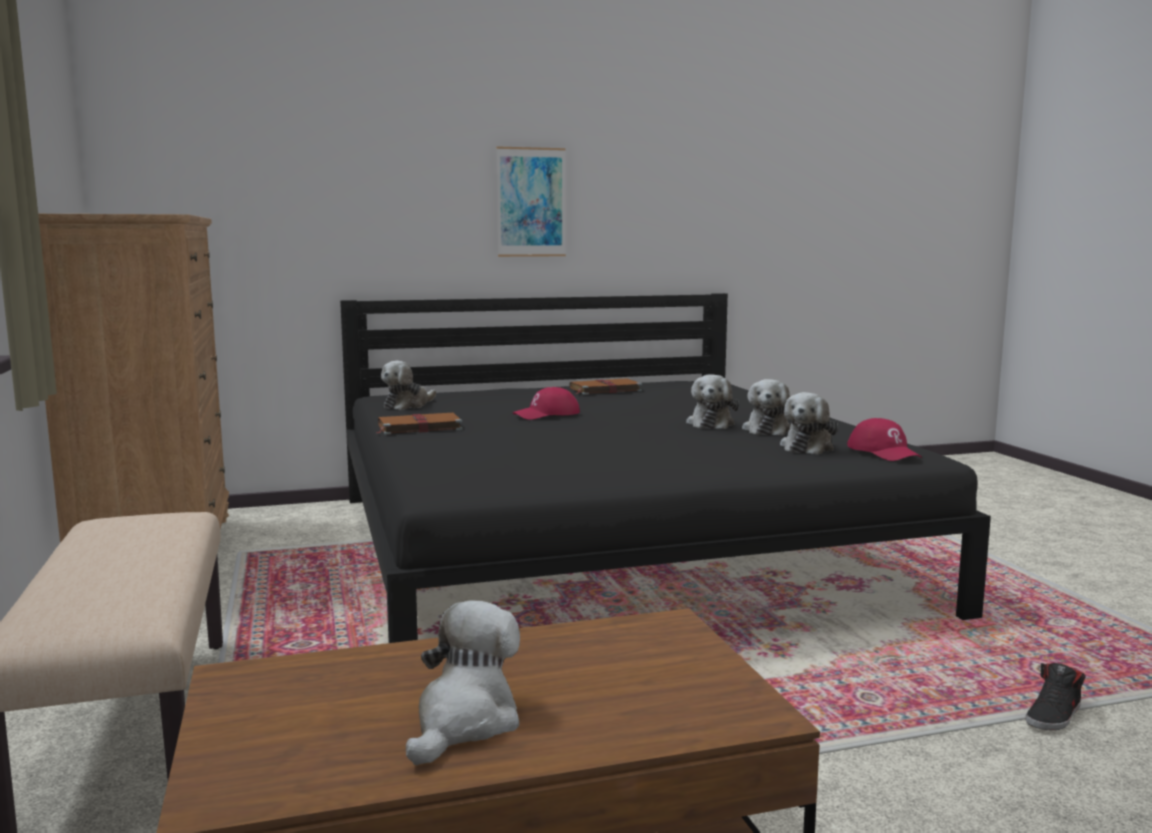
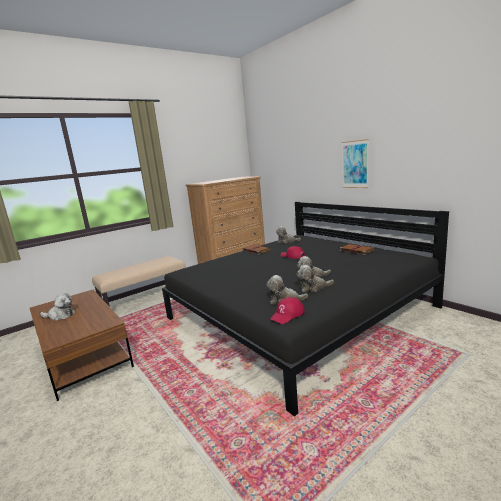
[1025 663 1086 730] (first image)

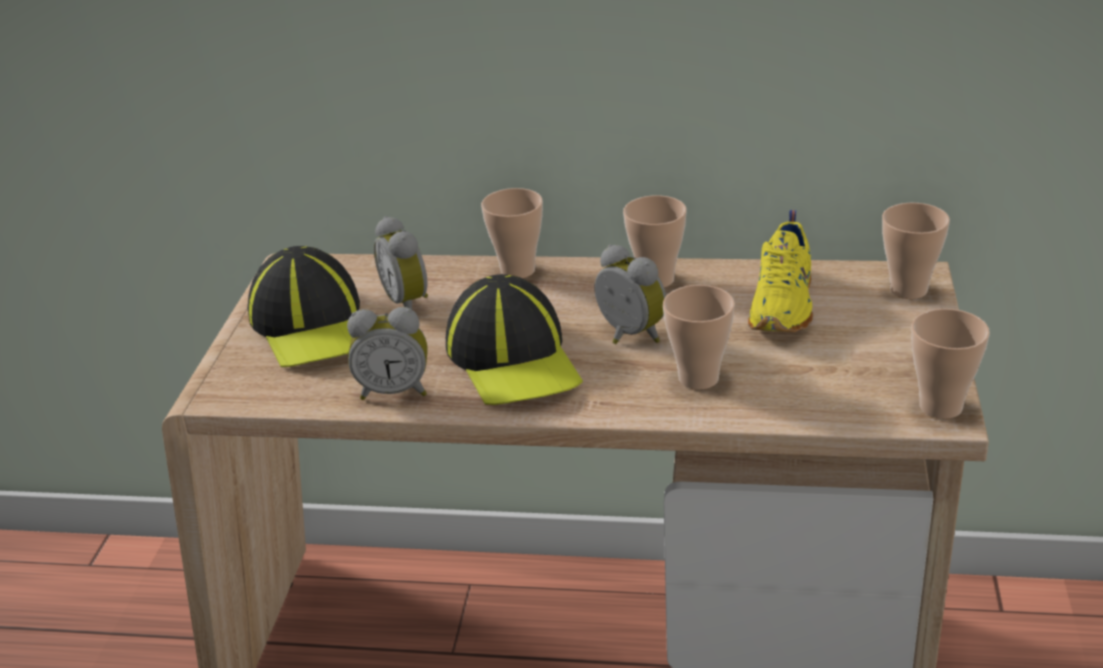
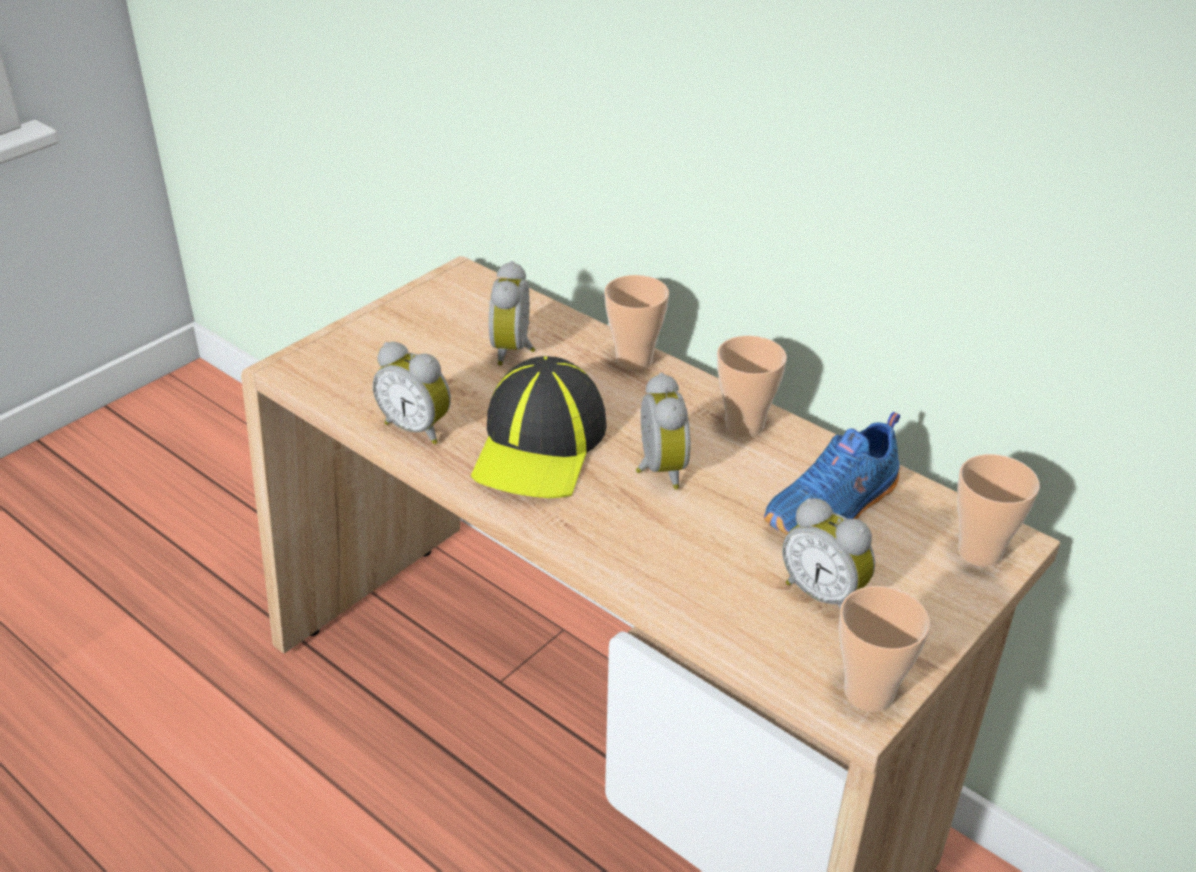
[764 412 900 535]
[782 498 875 609]
[248 246 360 367] (first image)
[663 285 735 390] (first image)

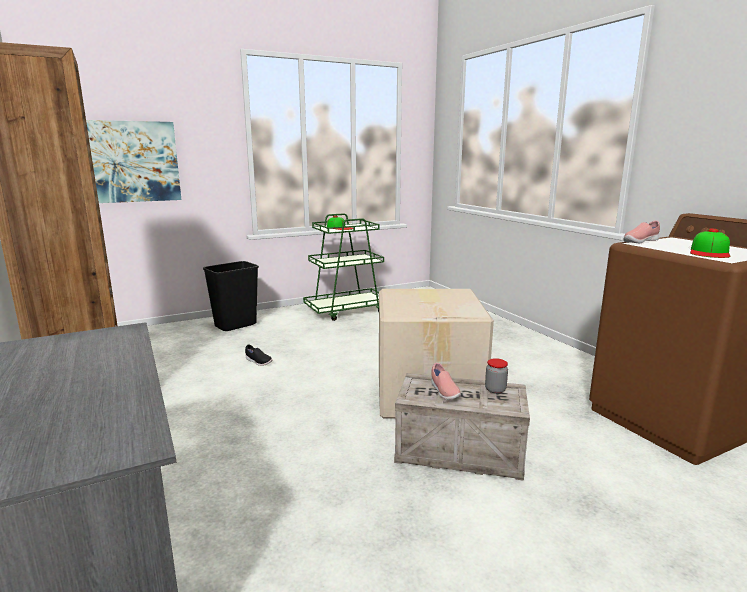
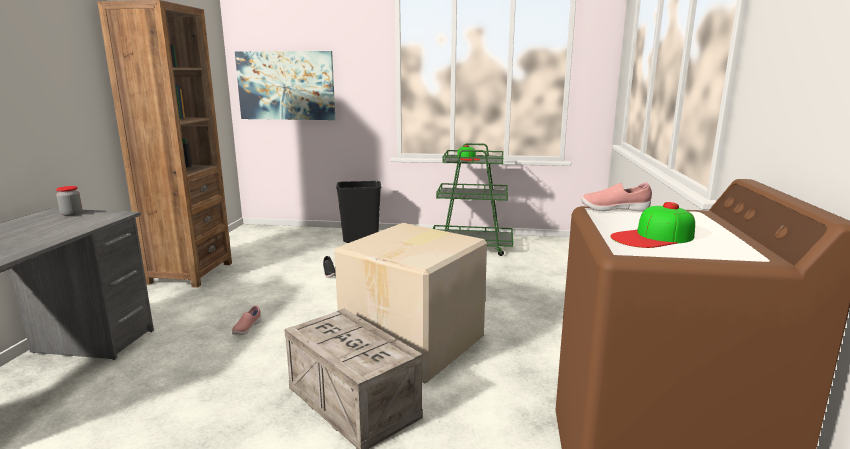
[56 186 82 216]
[232 305 262 335]

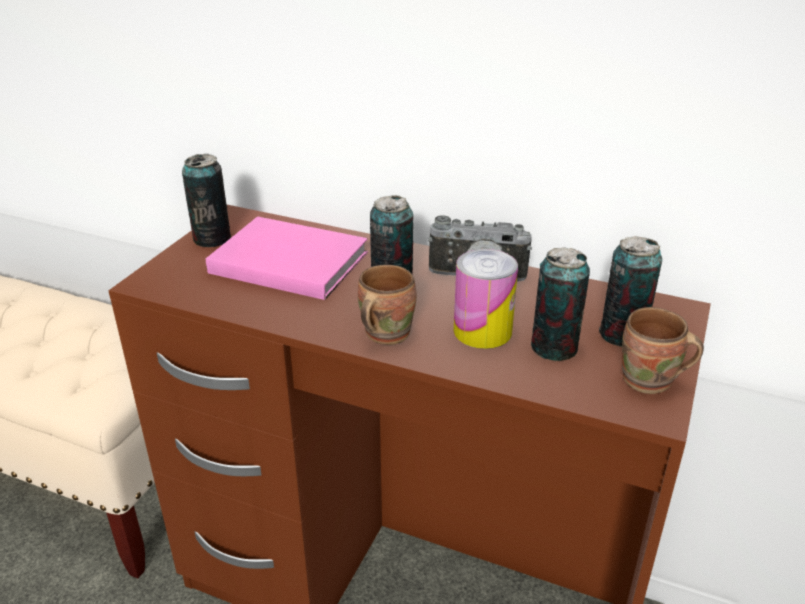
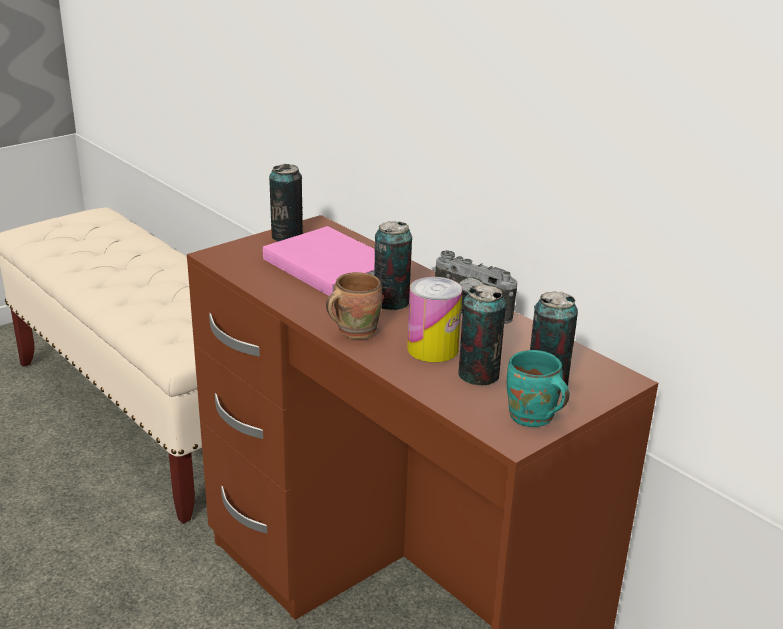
[507 350 570 427]

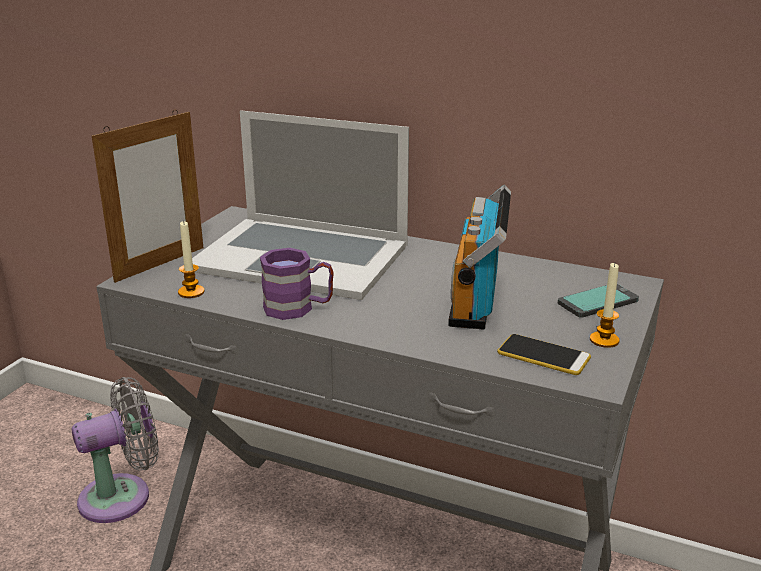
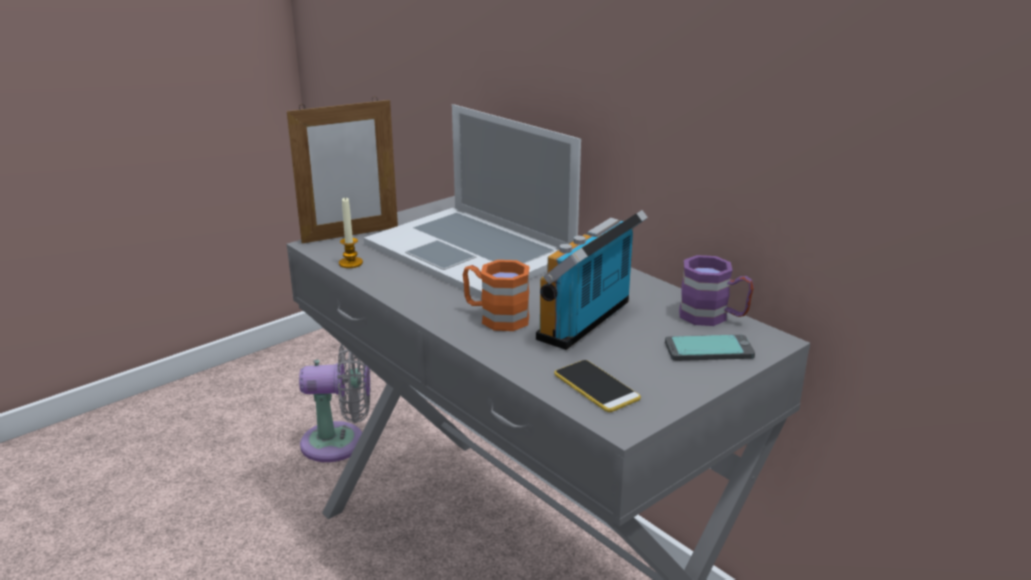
[463 260 530 331]
[679 255 754 326]
[590 263 620 348] (first image)

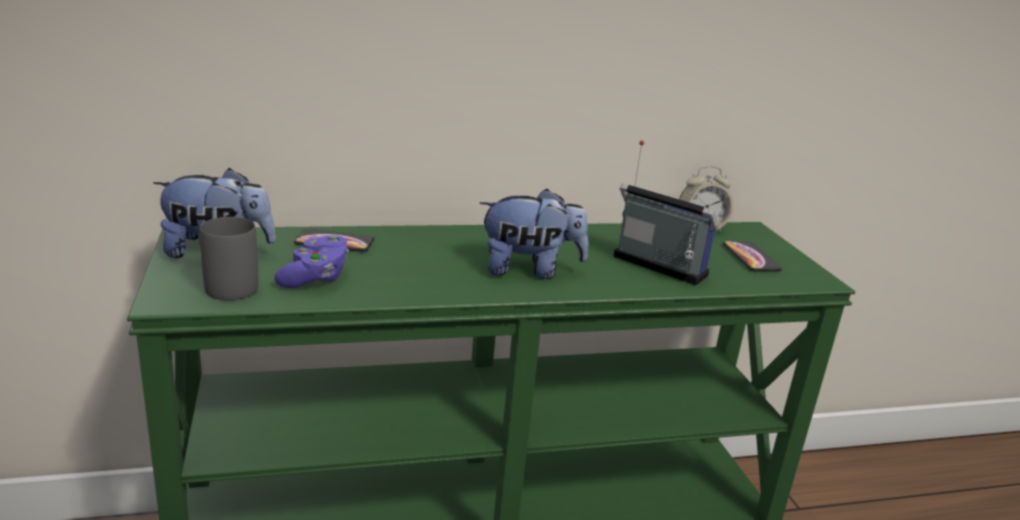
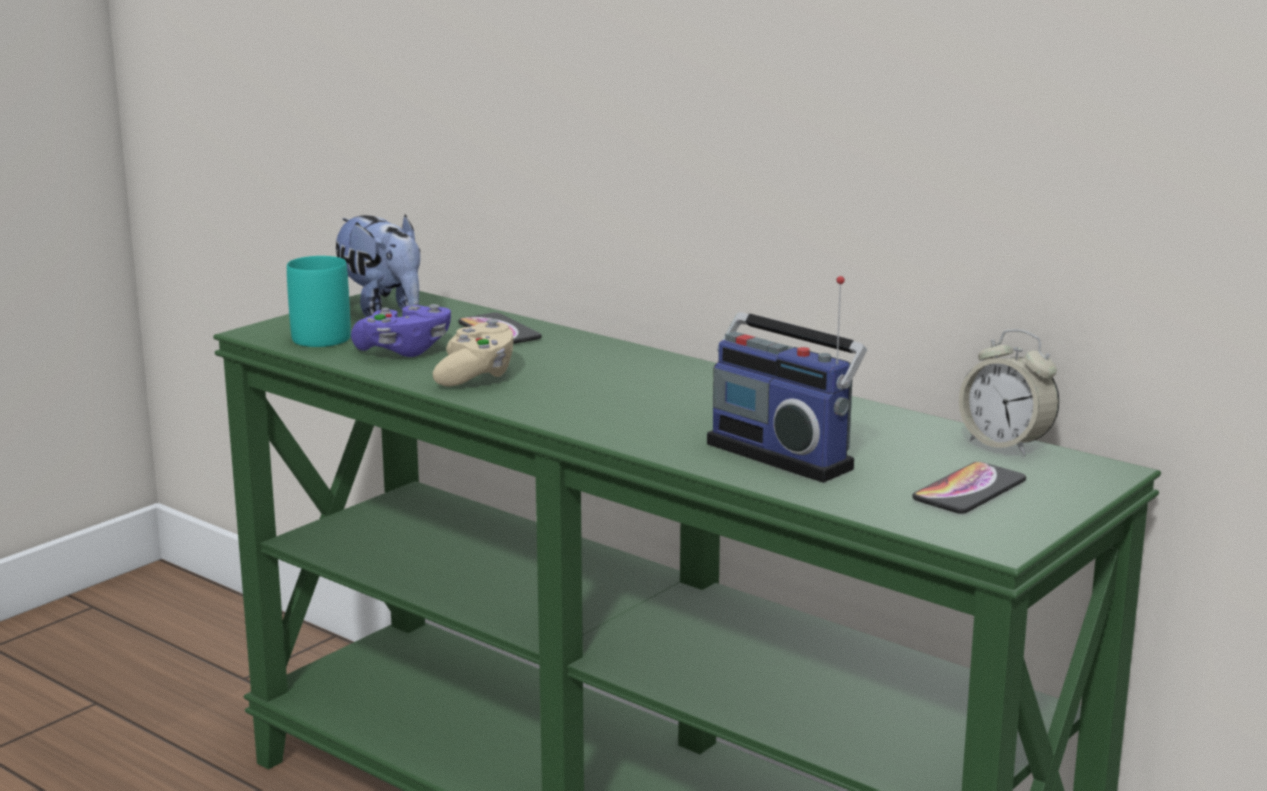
[287 256 351 347]
[433 319 514 386]
[707 276 867 483]
[480 188 589 279] (first image)

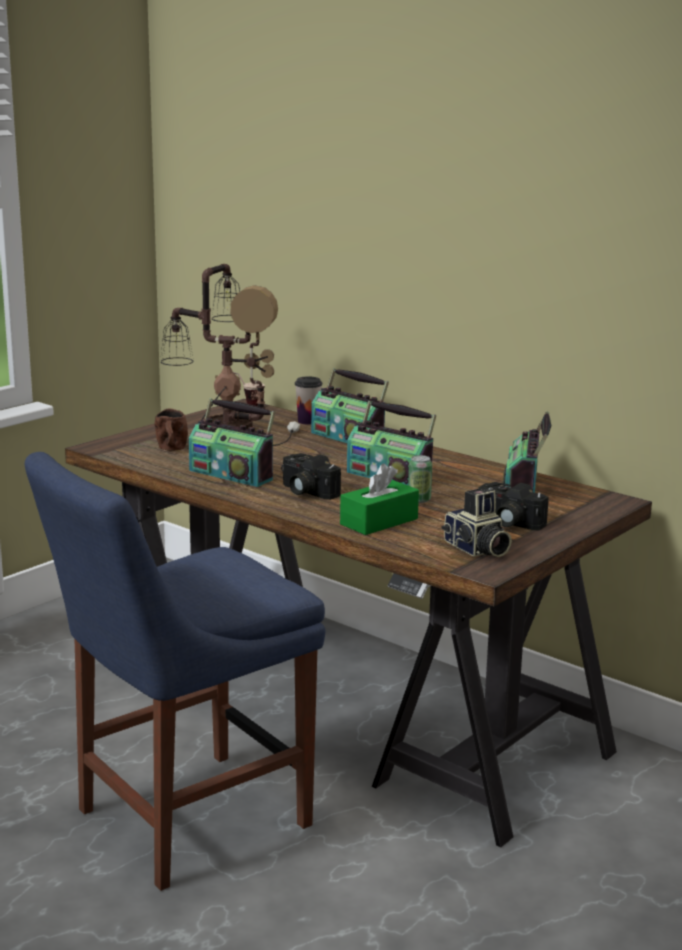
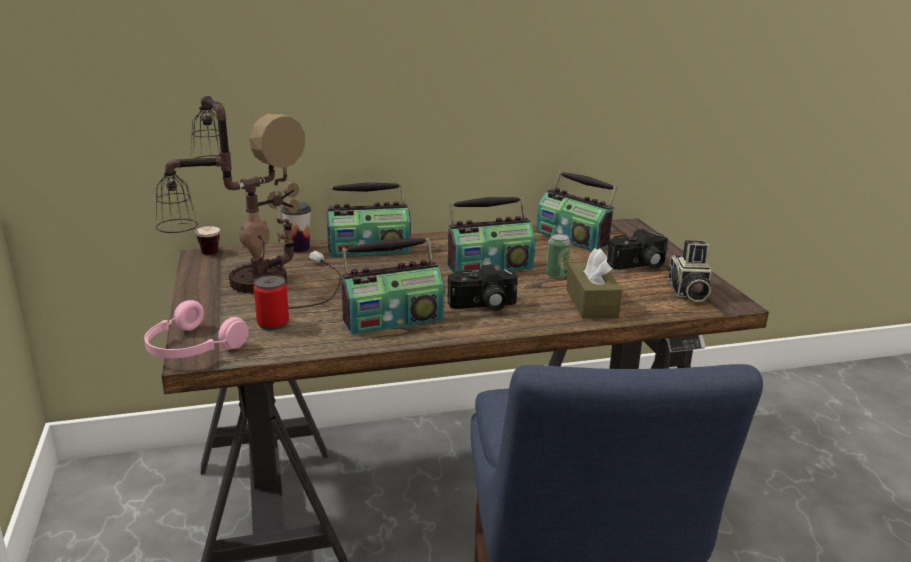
[144 300 249 358]
[254 275 289 330]
[566 248 622 319]
[667 240 712 302]

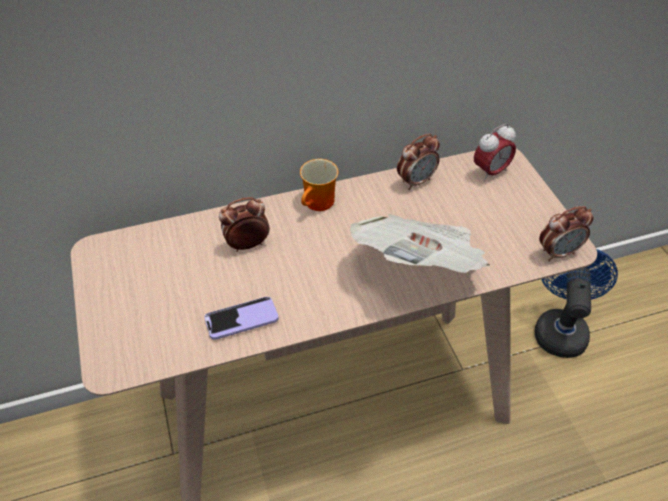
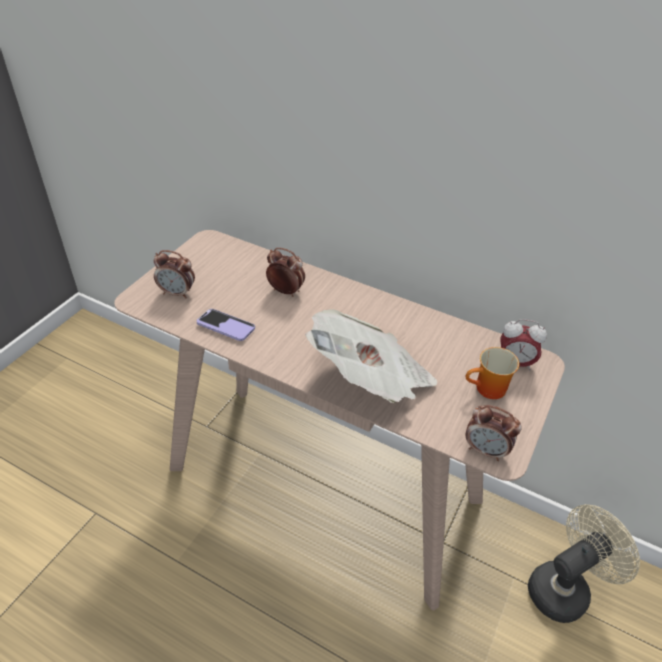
[154 250 195 299]
[465 347 519 399]
[528 504 640 623]

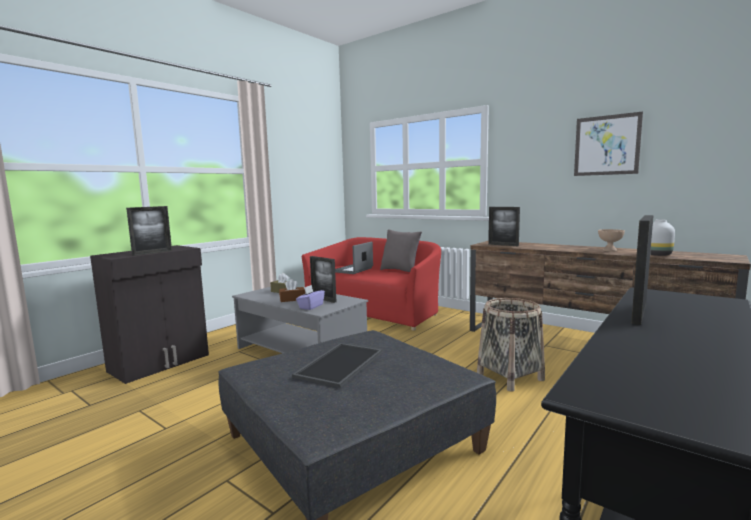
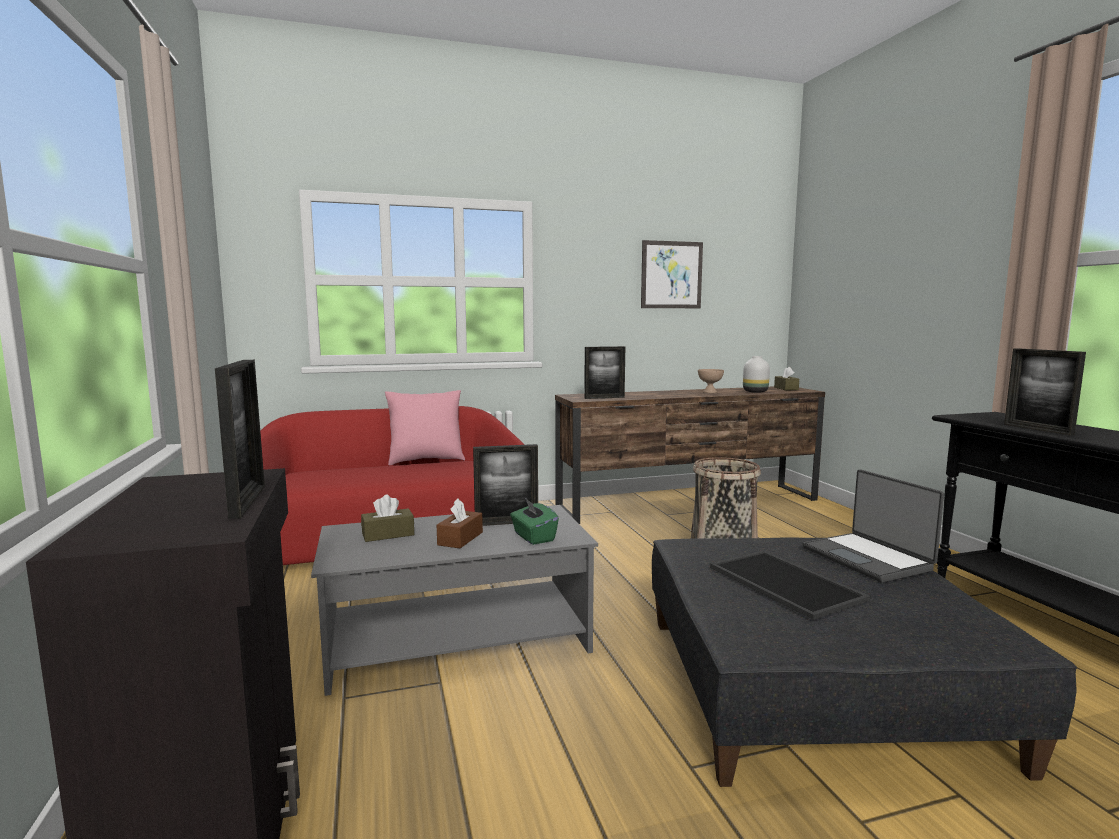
[385 390 465 465]
[510 498 559 545]
[774 366 799 390]
[803 469 944 583]

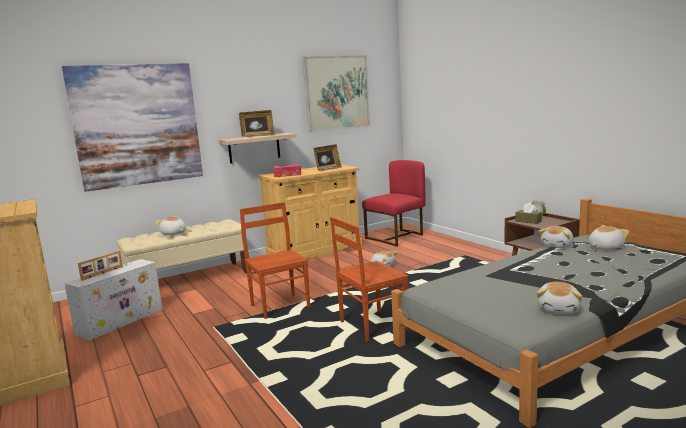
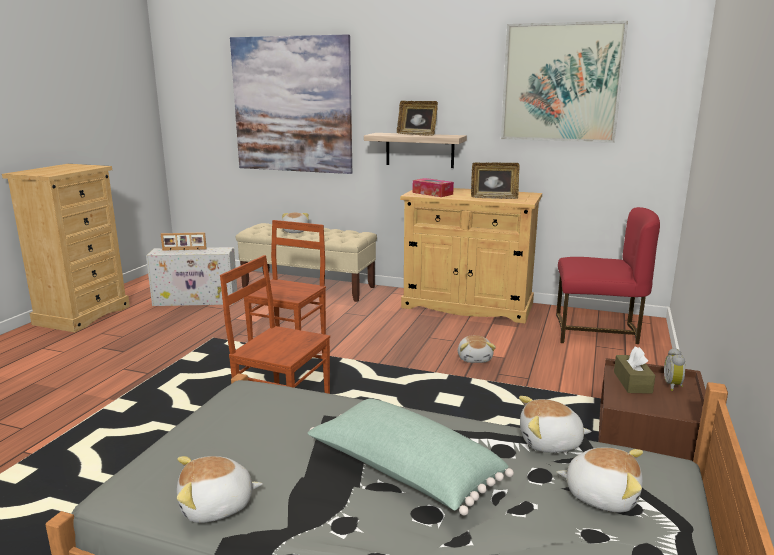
[308 399 514 516]

